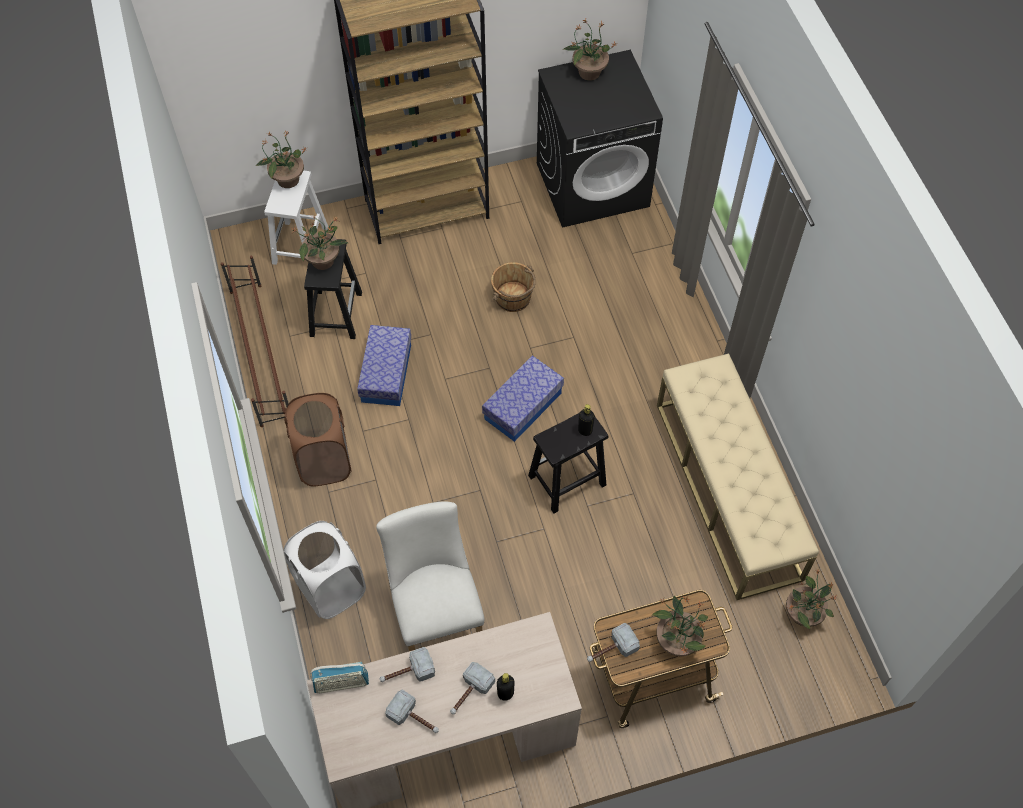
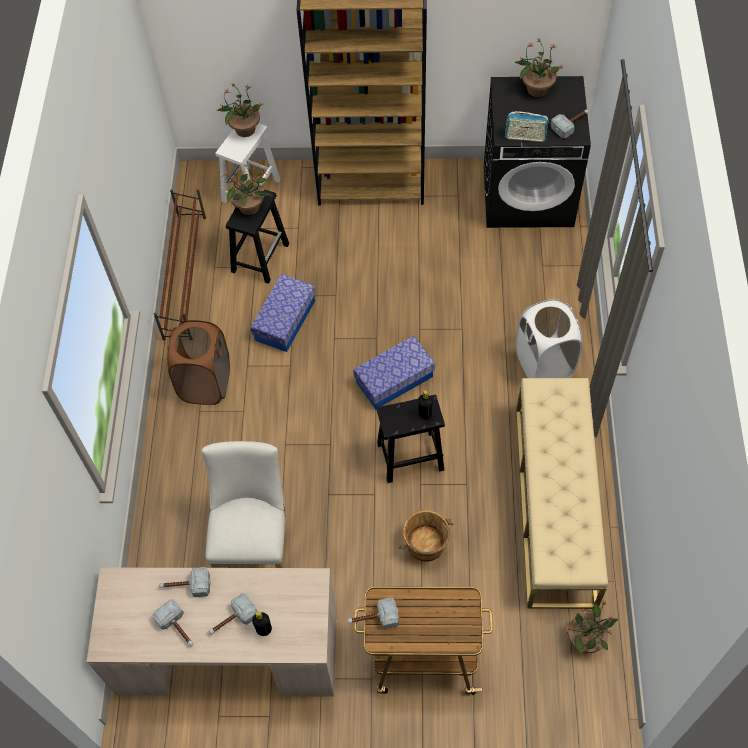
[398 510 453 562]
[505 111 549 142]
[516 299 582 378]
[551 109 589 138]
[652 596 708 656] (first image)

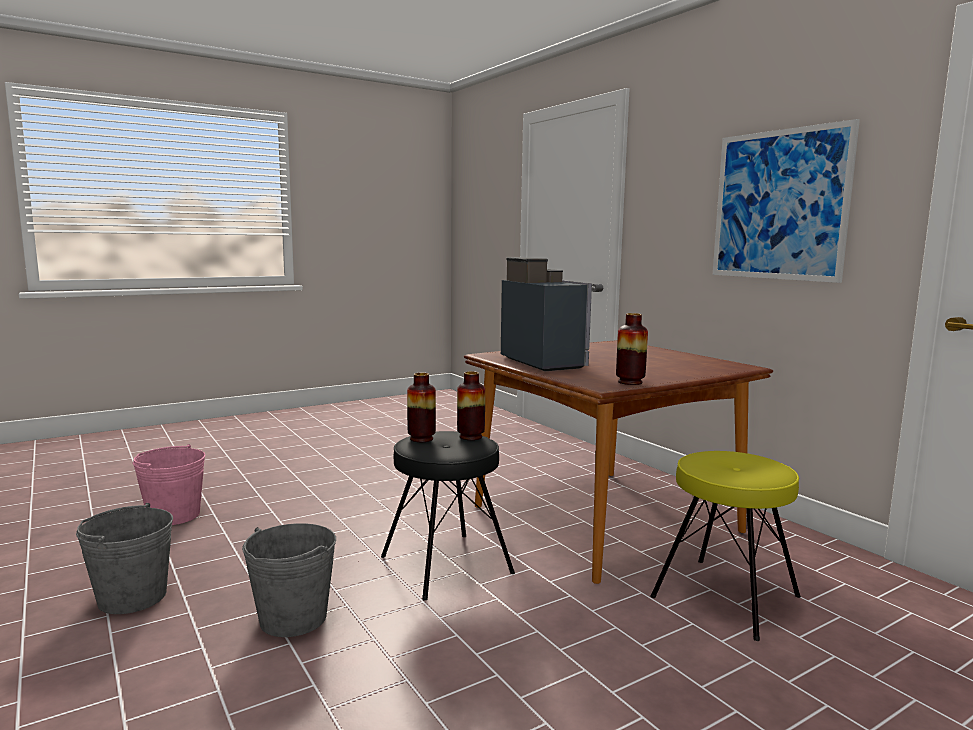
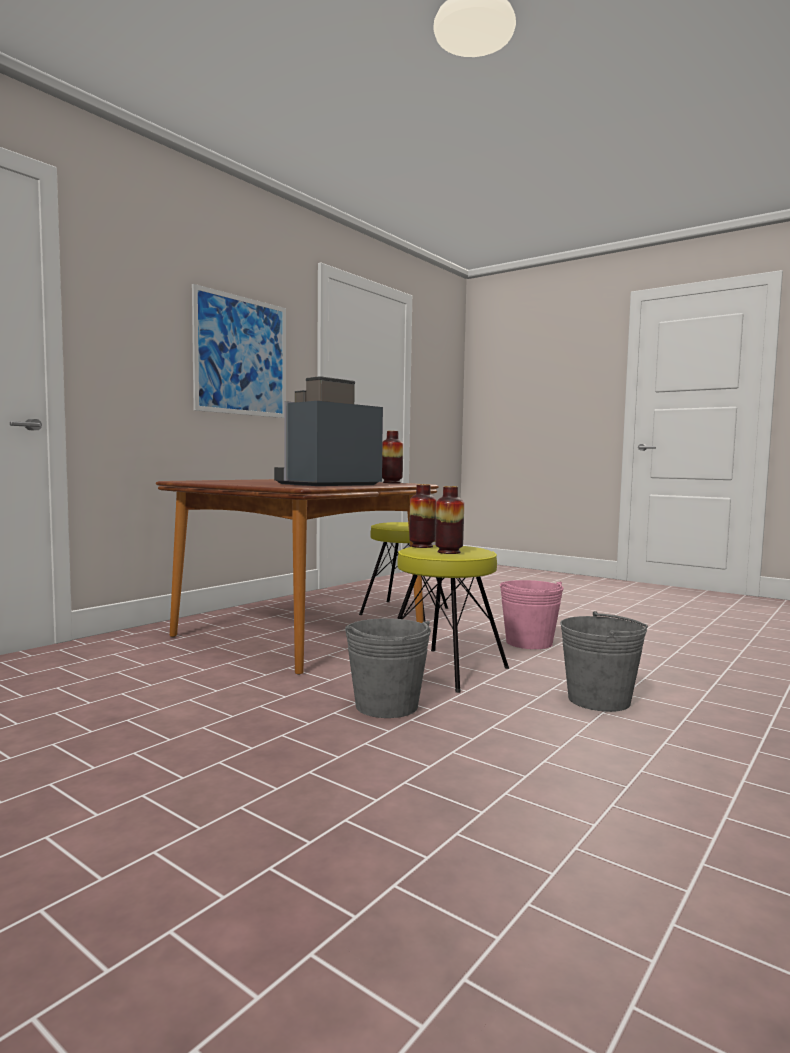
[345 618 431 718]
[397 545 509 693]
[500 580 564 649]

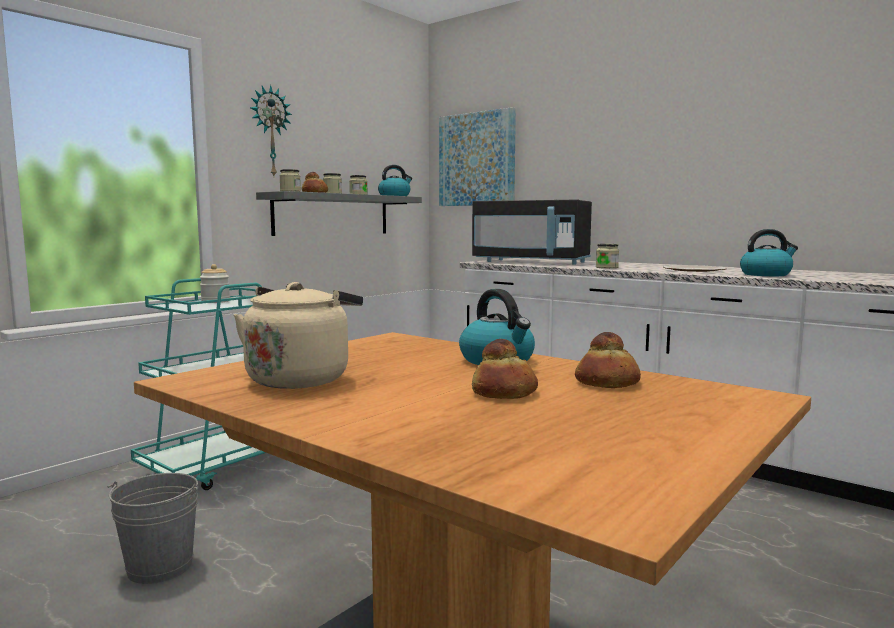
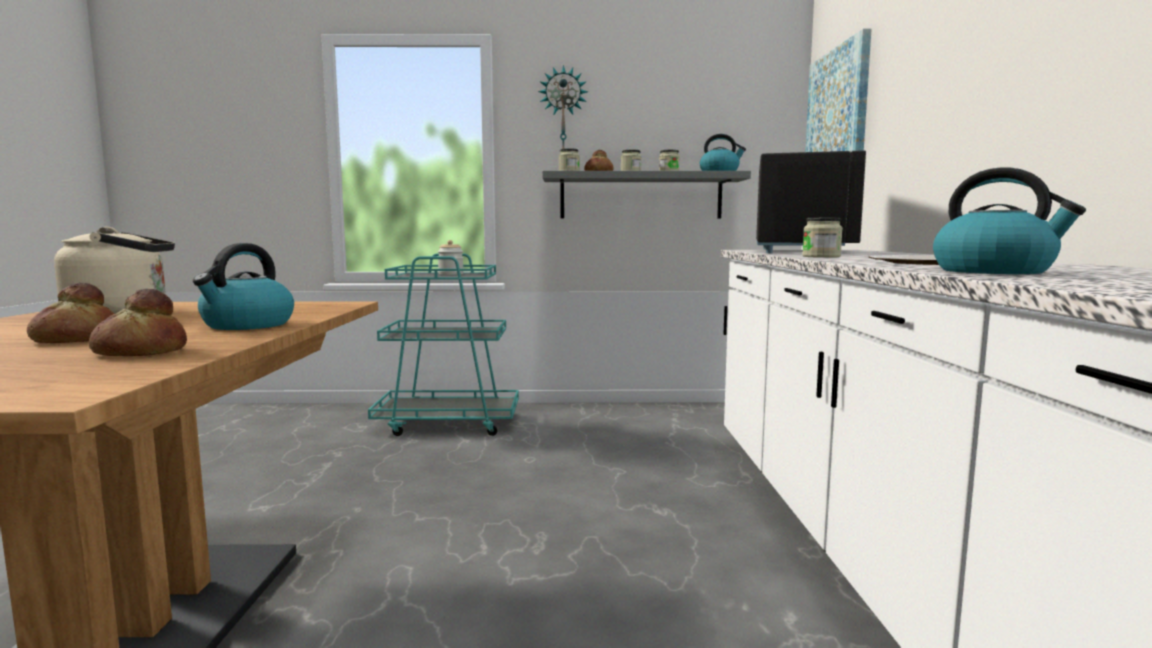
[756 150 866 253]
[107 473 198 584] (first image)

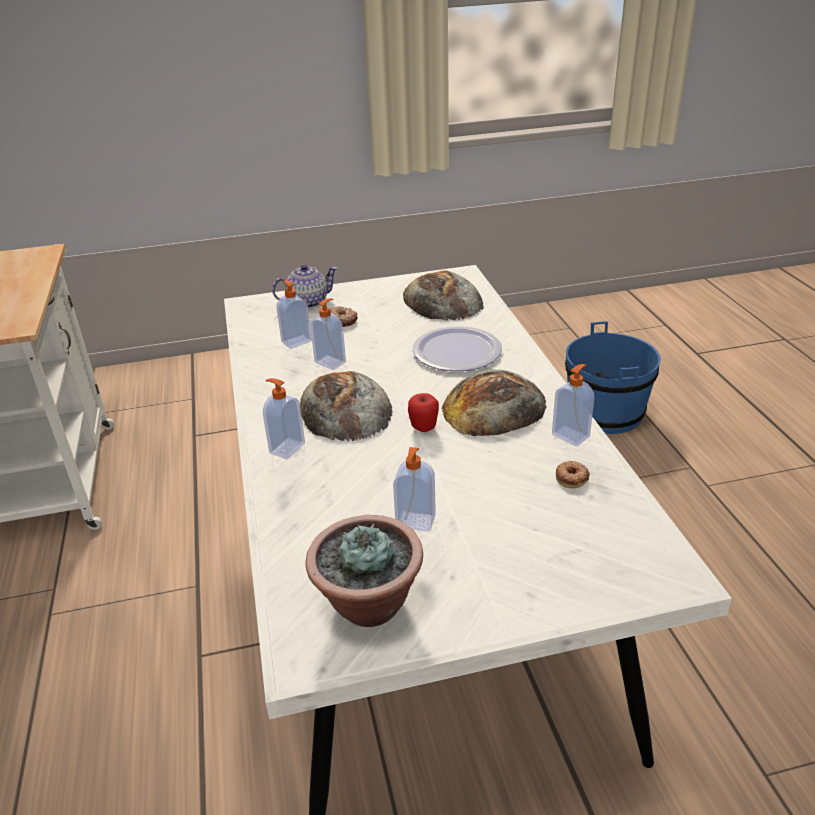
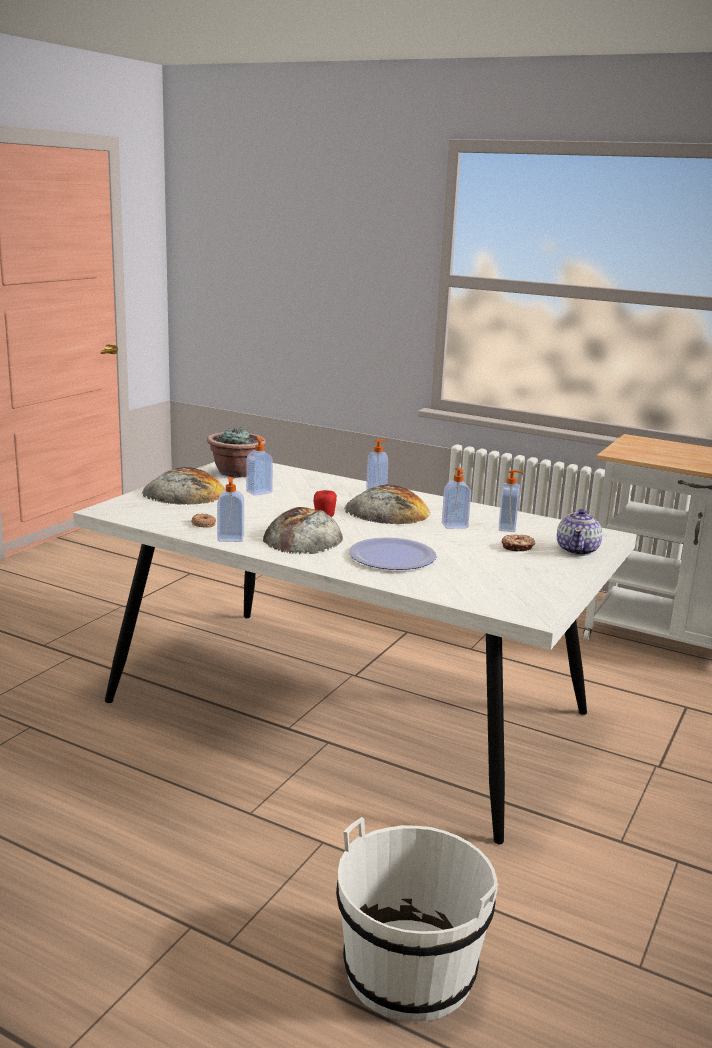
[142 467 226 505]
[336 817 499 1022]

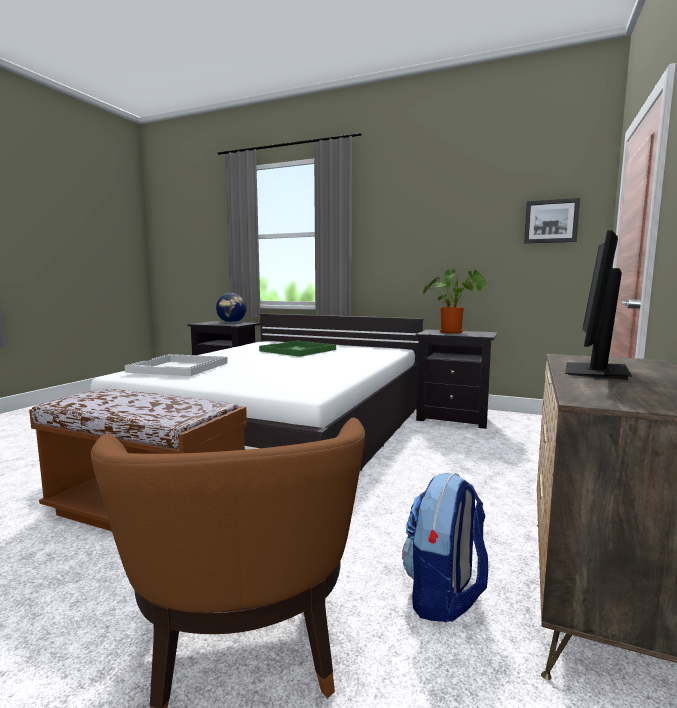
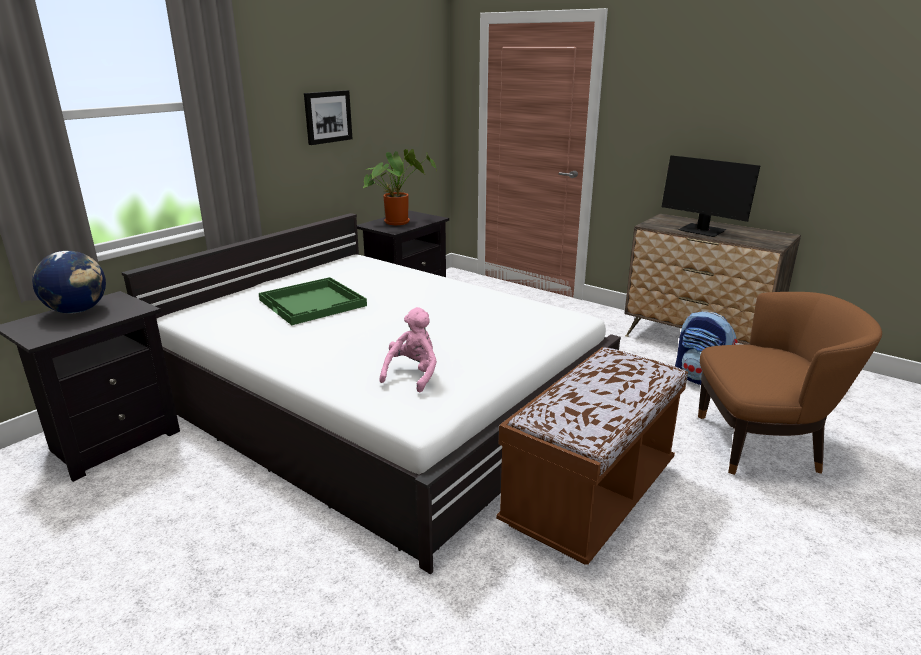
[304 90 353 145]
[379 307 437 392]

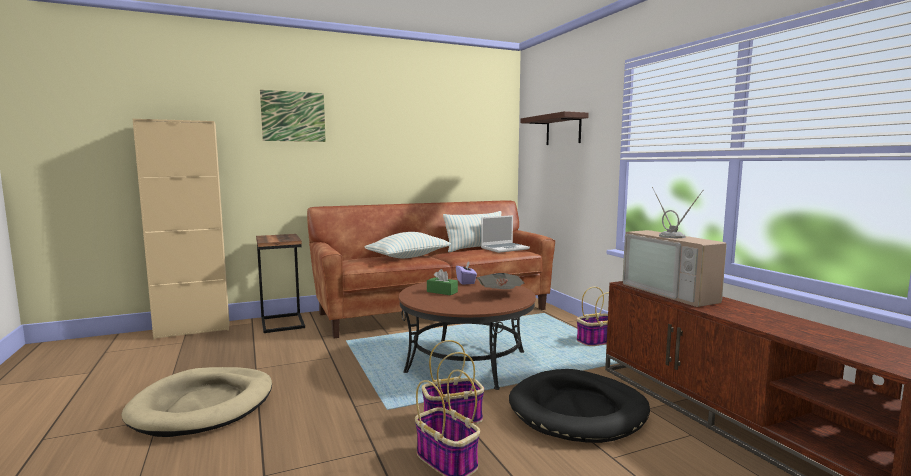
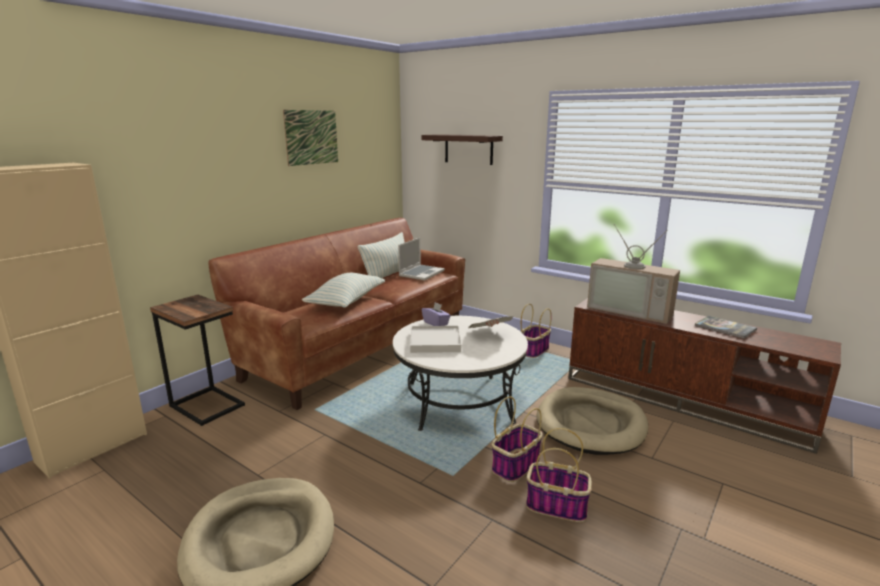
[283 110 338 166]
[393 316 528 431]
[410 326 461 353]
[537 387 648 455]
[694 316 757 339]

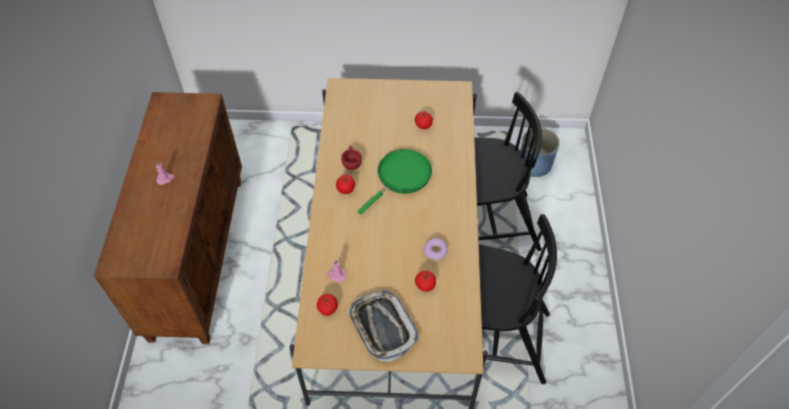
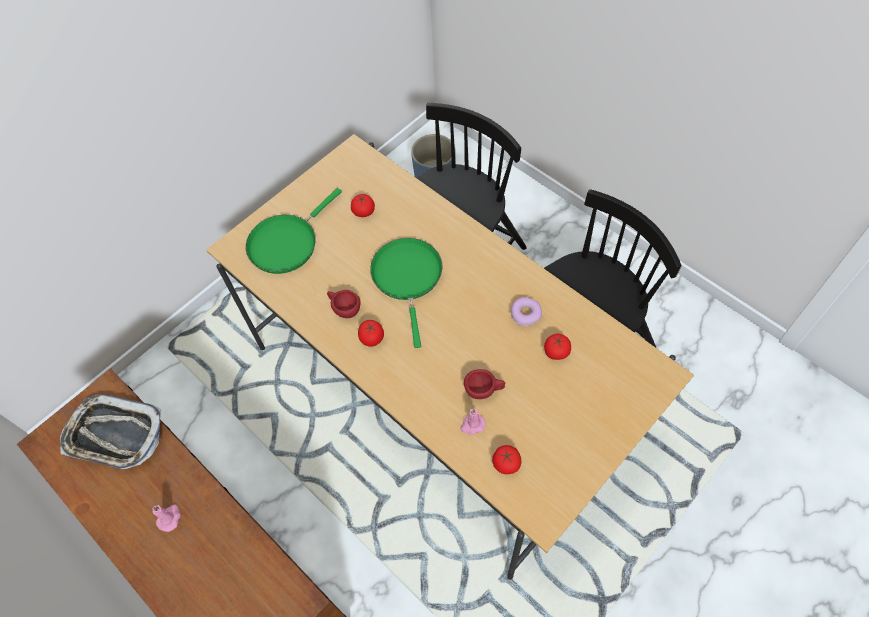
[60 394 161 469]
[246 188 342 274]
[464 369 506 399]

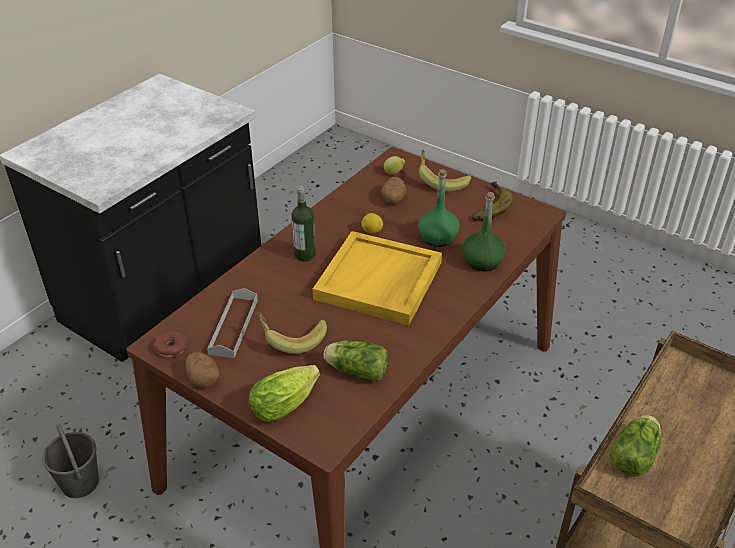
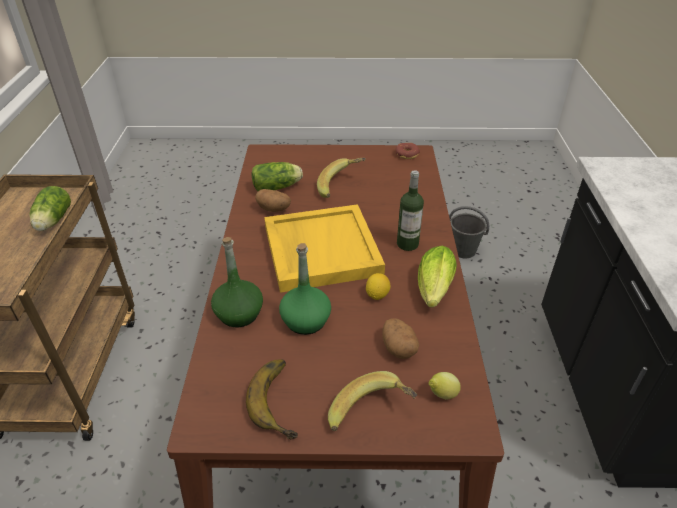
[255 189 291 212]
[418 246 457 308]
[207 288 258 358] (first image)

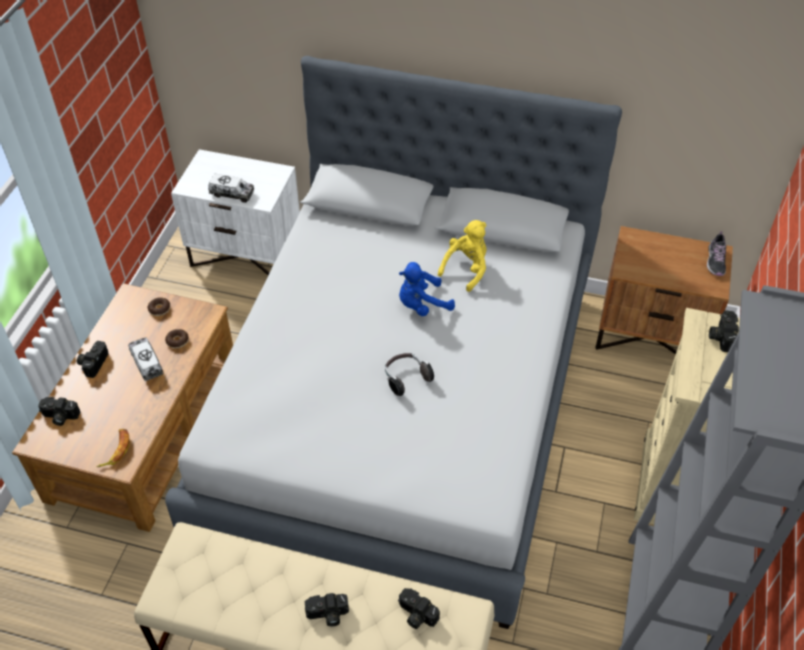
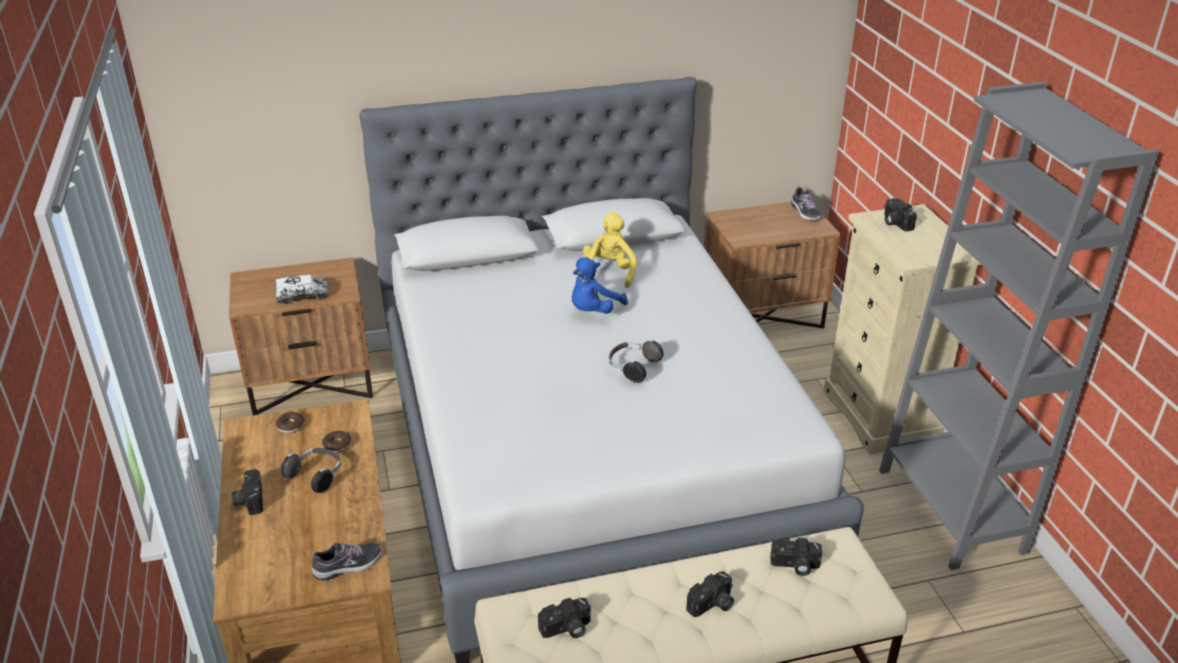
[229 257 373 415]
[281 448 341 493]
[312 543 382 581]
[538 598 591 638]

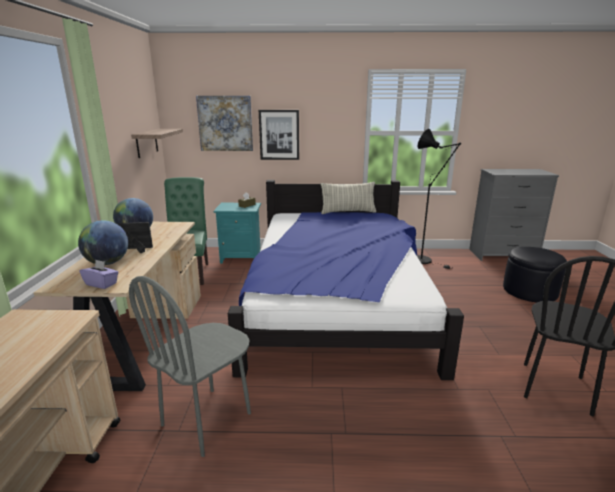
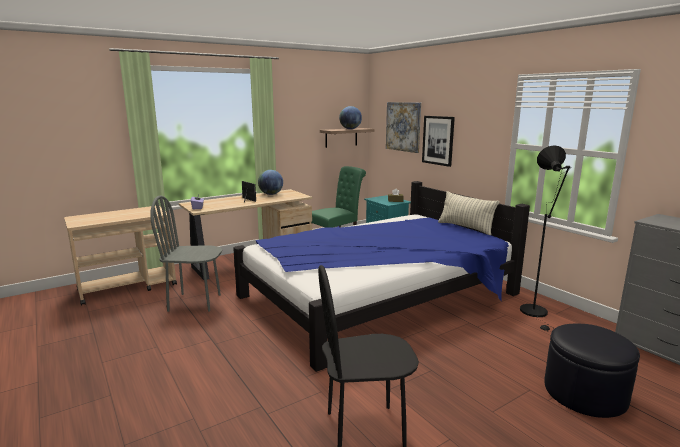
[339 106 362 129]

